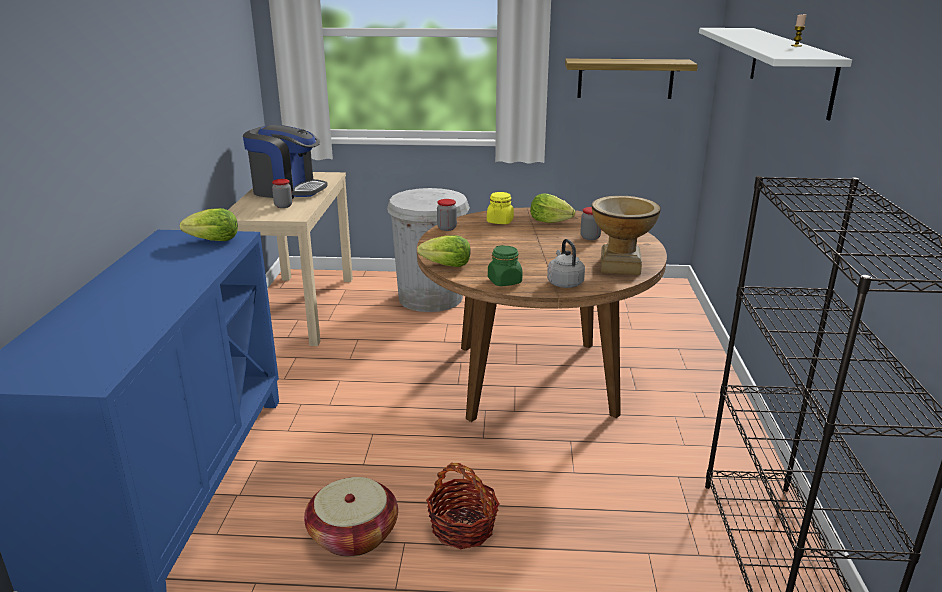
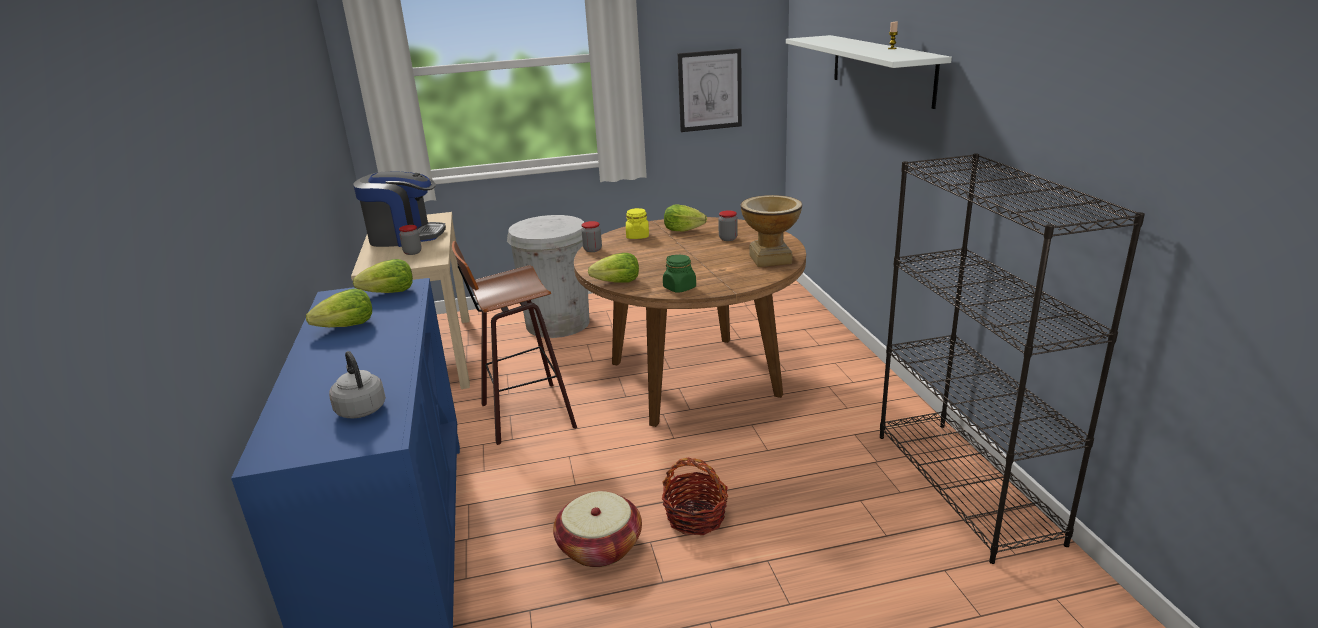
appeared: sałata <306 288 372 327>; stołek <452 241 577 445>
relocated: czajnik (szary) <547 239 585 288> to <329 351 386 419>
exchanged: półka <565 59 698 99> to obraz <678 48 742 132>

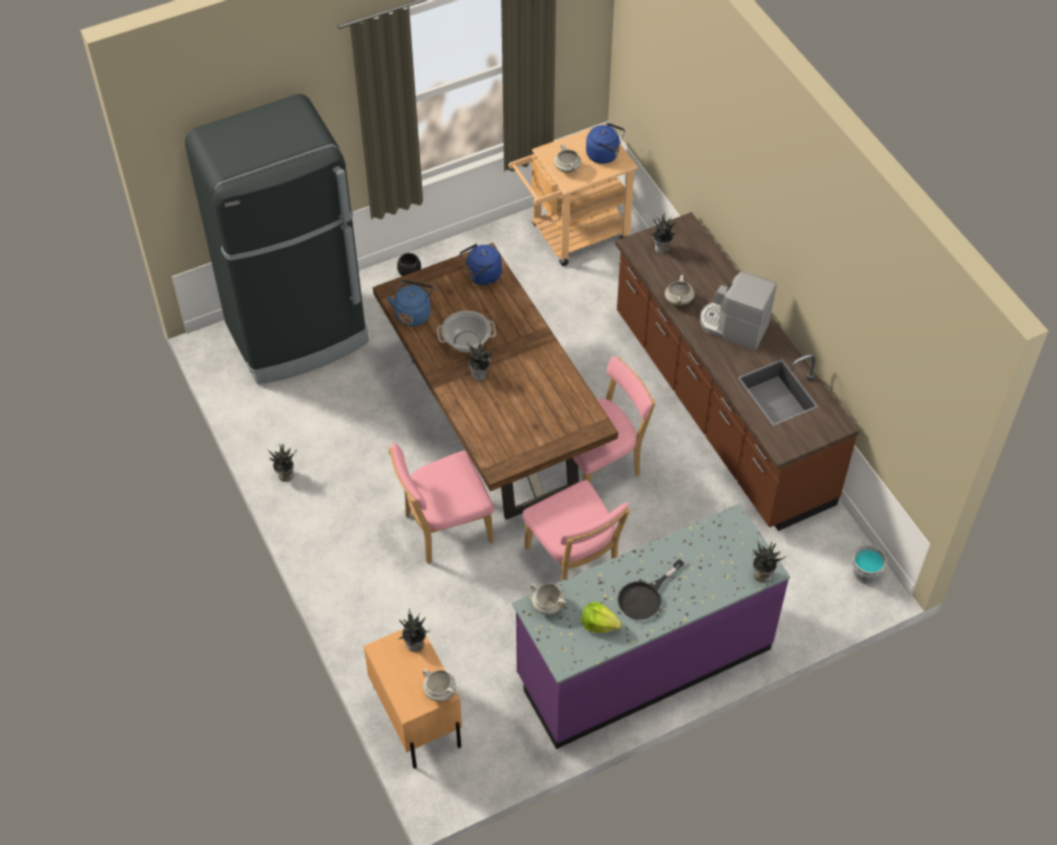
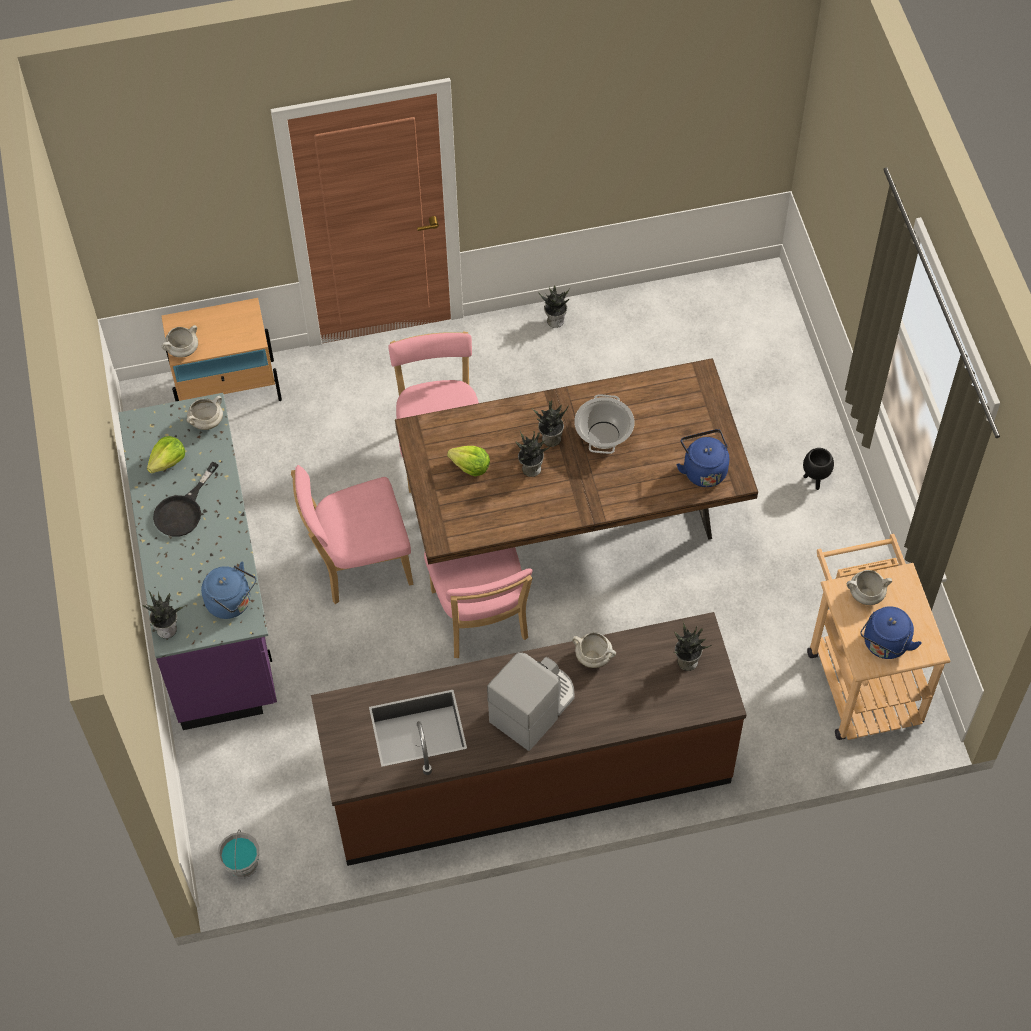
missing: lodówka (czarny) <185 94 369 384>
appeared: sałata <447 446 490 476>
relocated: czajnik (niebieski) <387 280 433 326> to <201 562 256 619>; roślina doniczkowa <397 608 431 652> to <515 431 552 477>
spun: patelnia (czarny) <618 559 684 620> = <153 462 218 537> 120 degrees counterclockwise

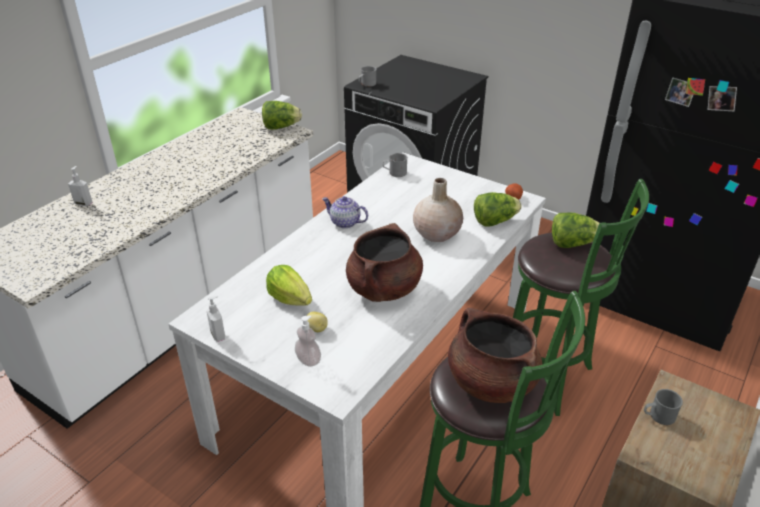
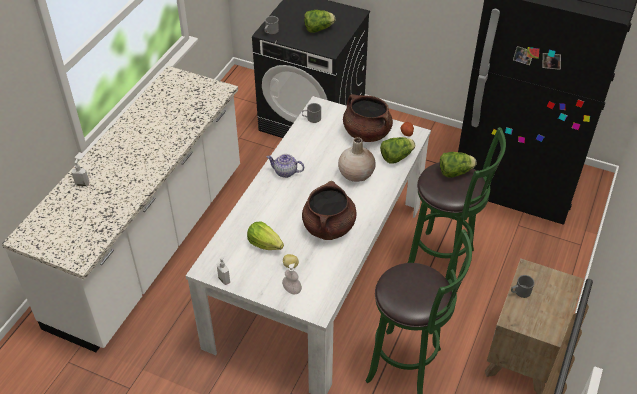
relocated: sałata <262 101 302 130> to <304 10 336 33>; garnek (brązowy) <448 308 543 403> to <343 94 393 142>

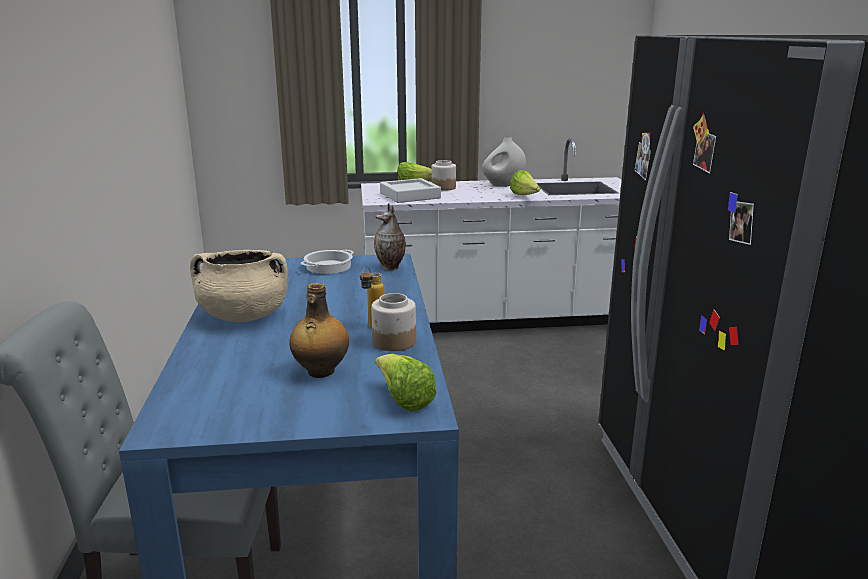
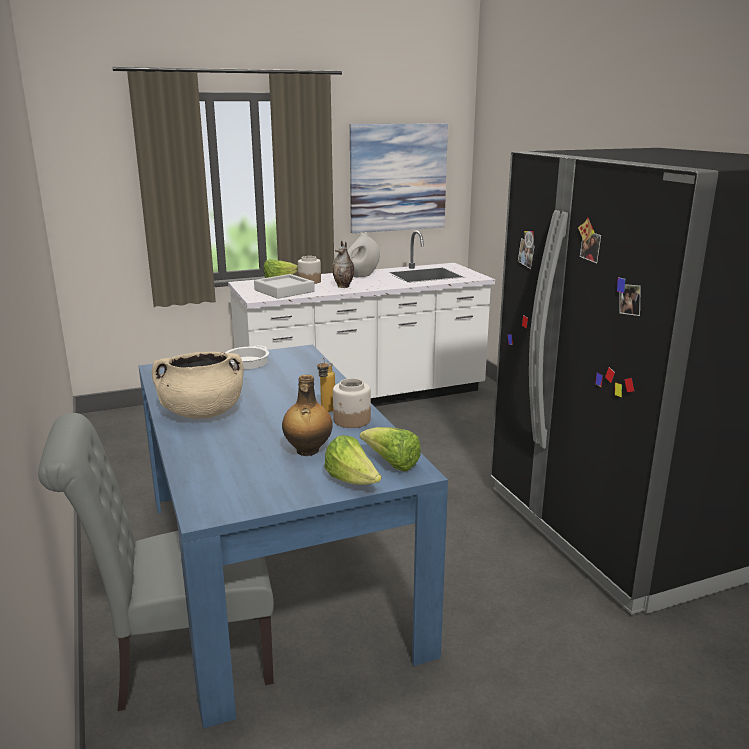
appeared: obraz <350 123 448 233>
relocated: wazon <374 203 406 270> to <332 241 354 288>; sałata <510 170 540 195> to <324 435 381 485>

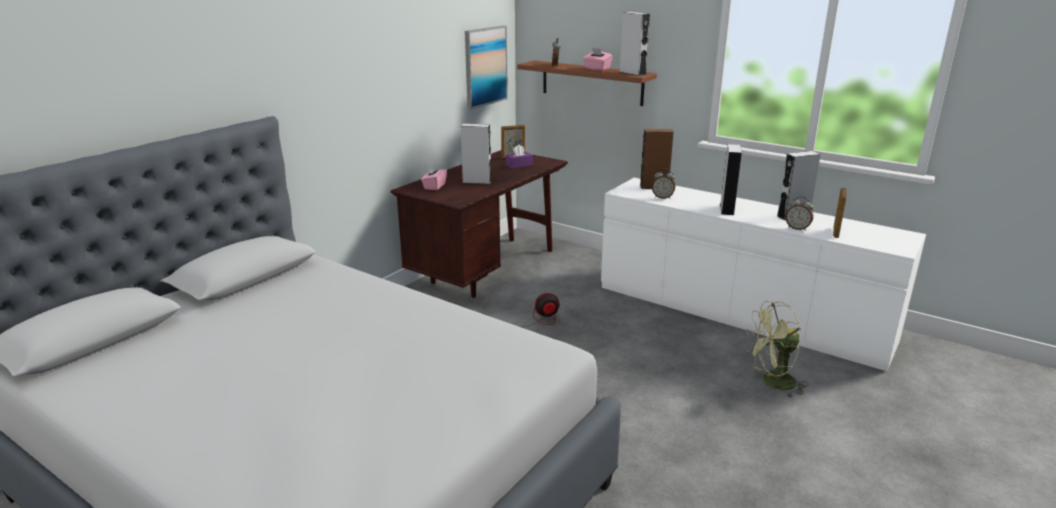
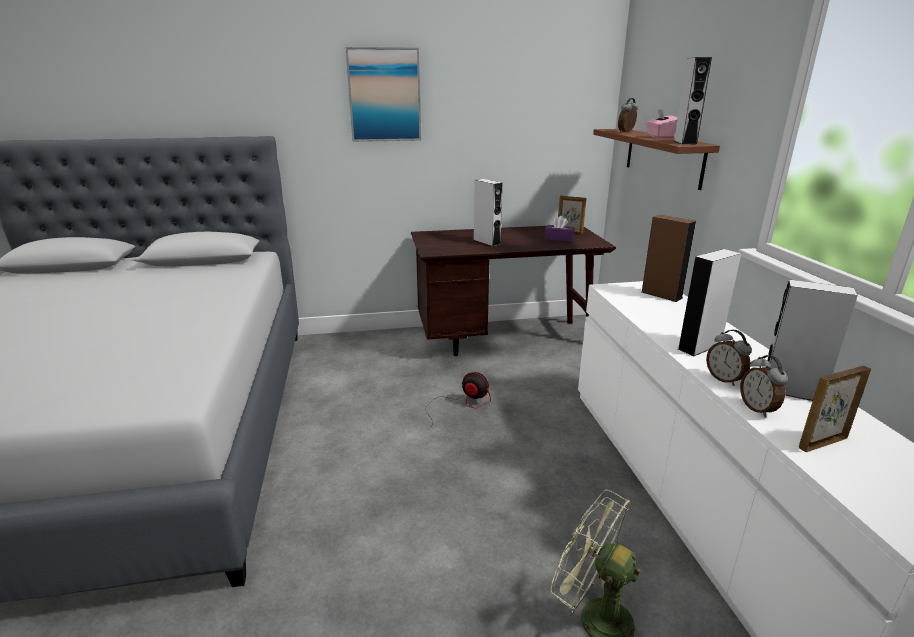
missing: pudełko chusteczek (różowy) <421 164 447 190>
relocated: obraz <465 25 508 109> to <346 47 421 142>; budzik <652 168 675 199> to <706 330 752 386>

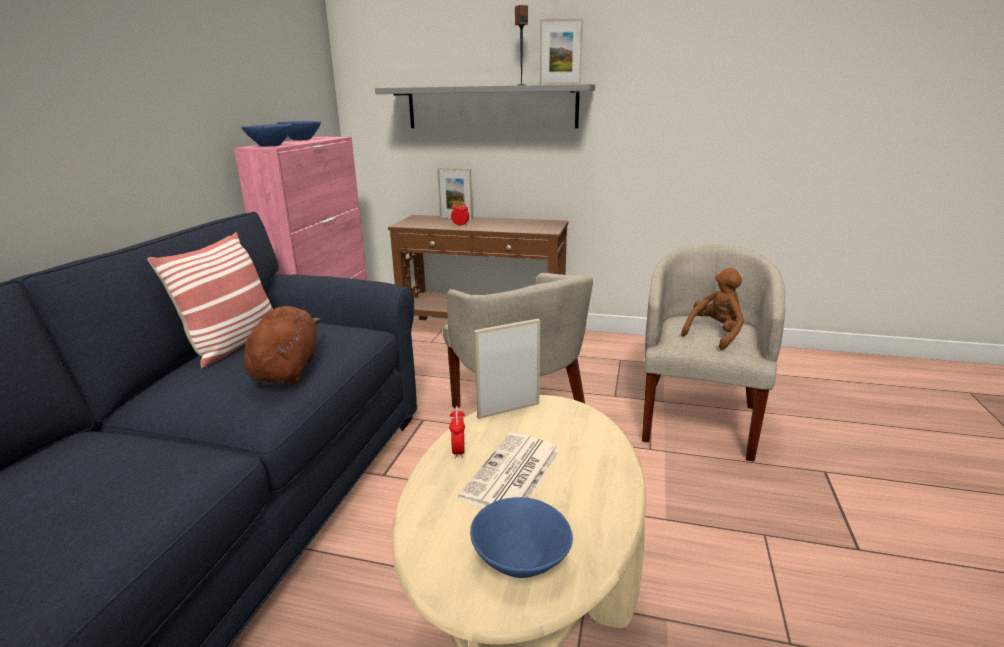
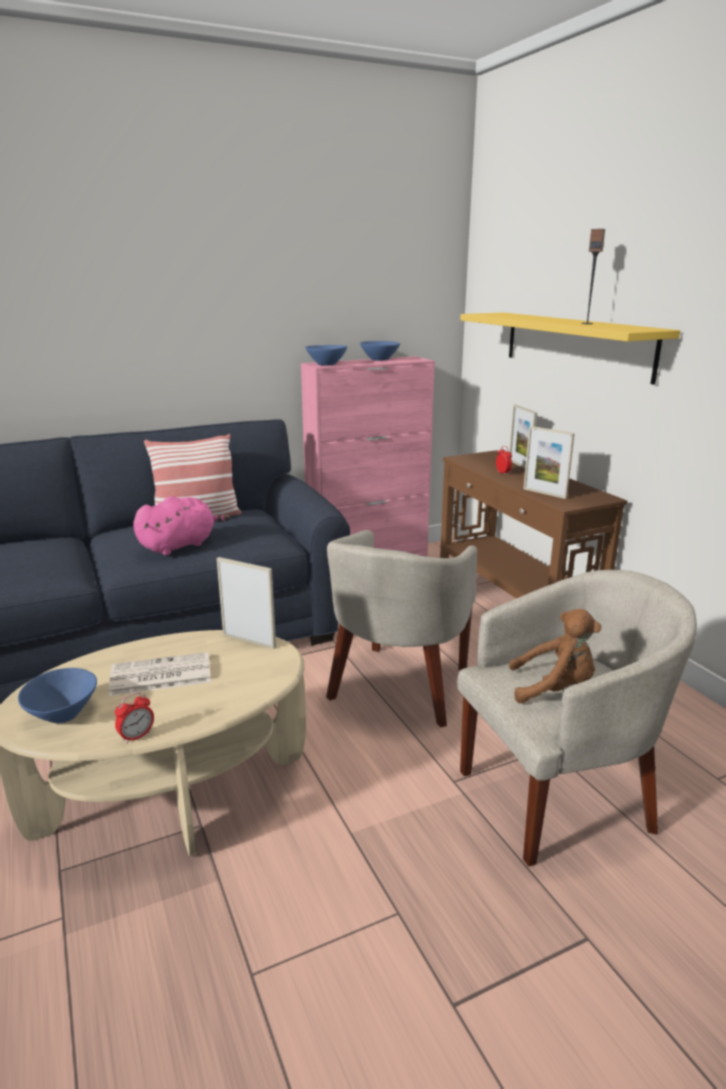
relocated: budzik <449 406 465 459> to <115 692 154 744>; ramka na zdjęcie <540 19 583 85> to <524 426 575 499>
colour: pluszak (brązowy) <243 306 320 385> to pluszak (różowy) <133 496 231 555>; półka (szary) <375 84 595 128> to półka (żółty) <460 313 680 385>

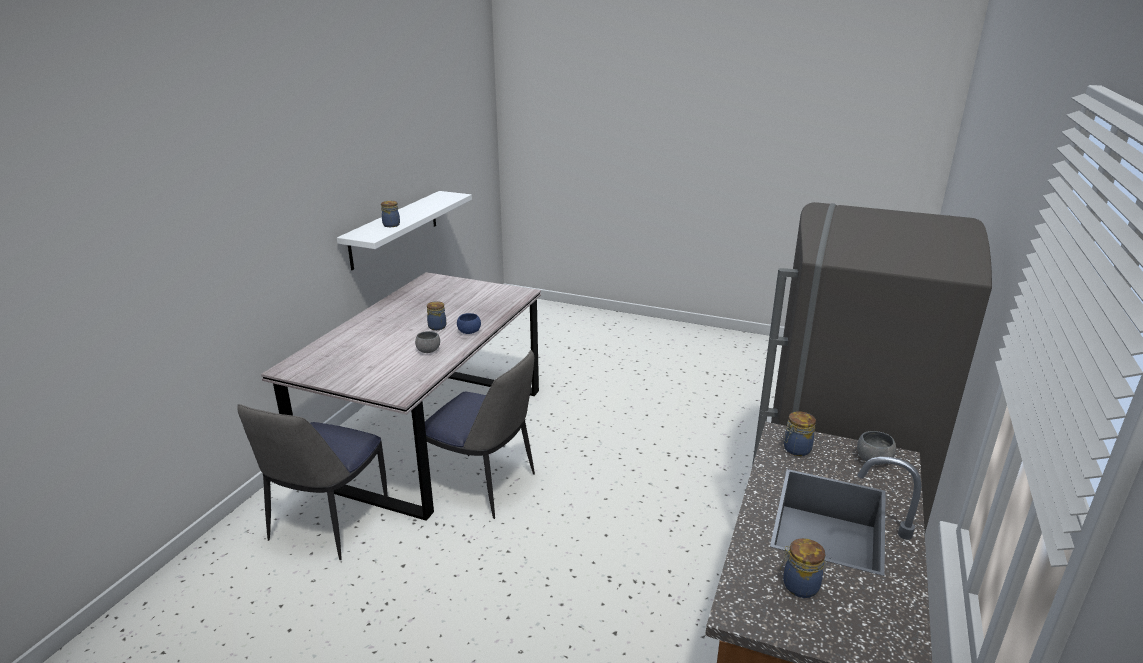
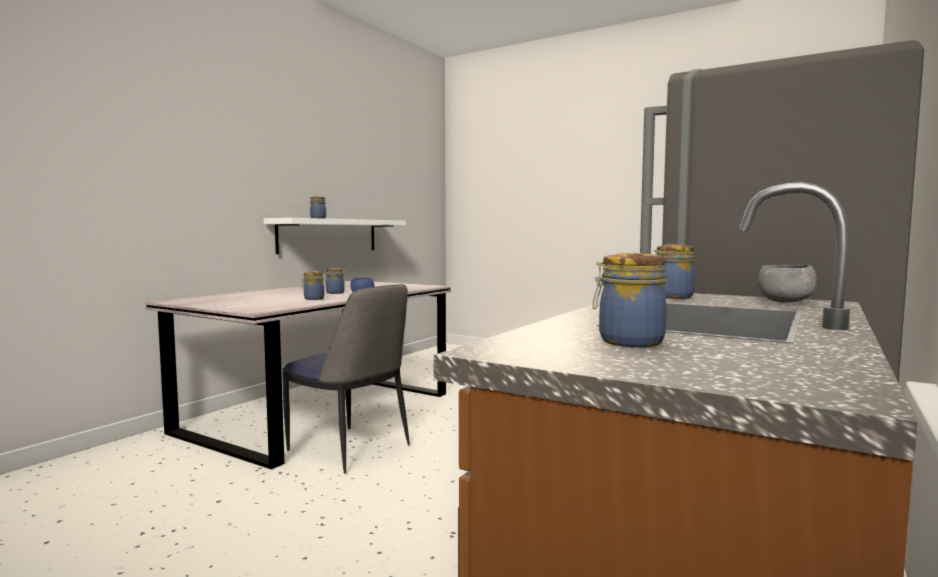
missing: krzesło <237 404 388 560>
exchanged: miska (szary) <415 331 440 353> to słoik <302 271 324 300>

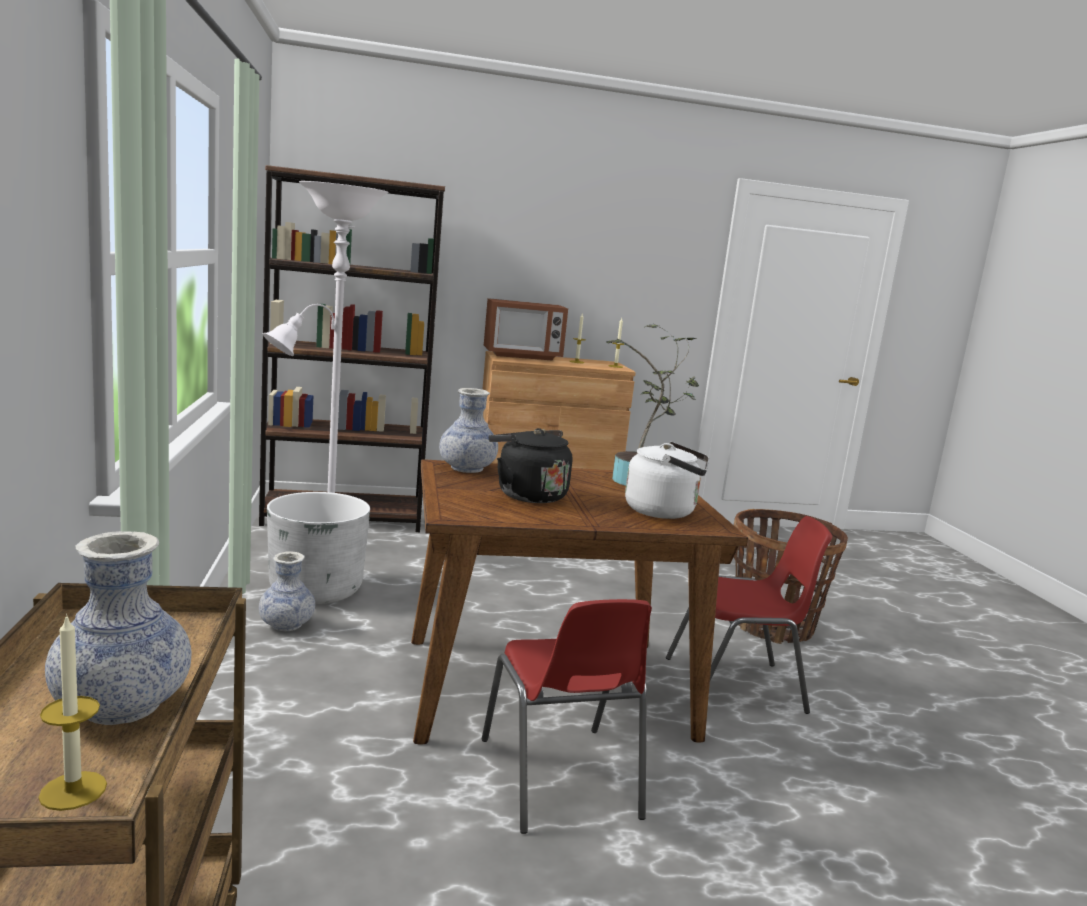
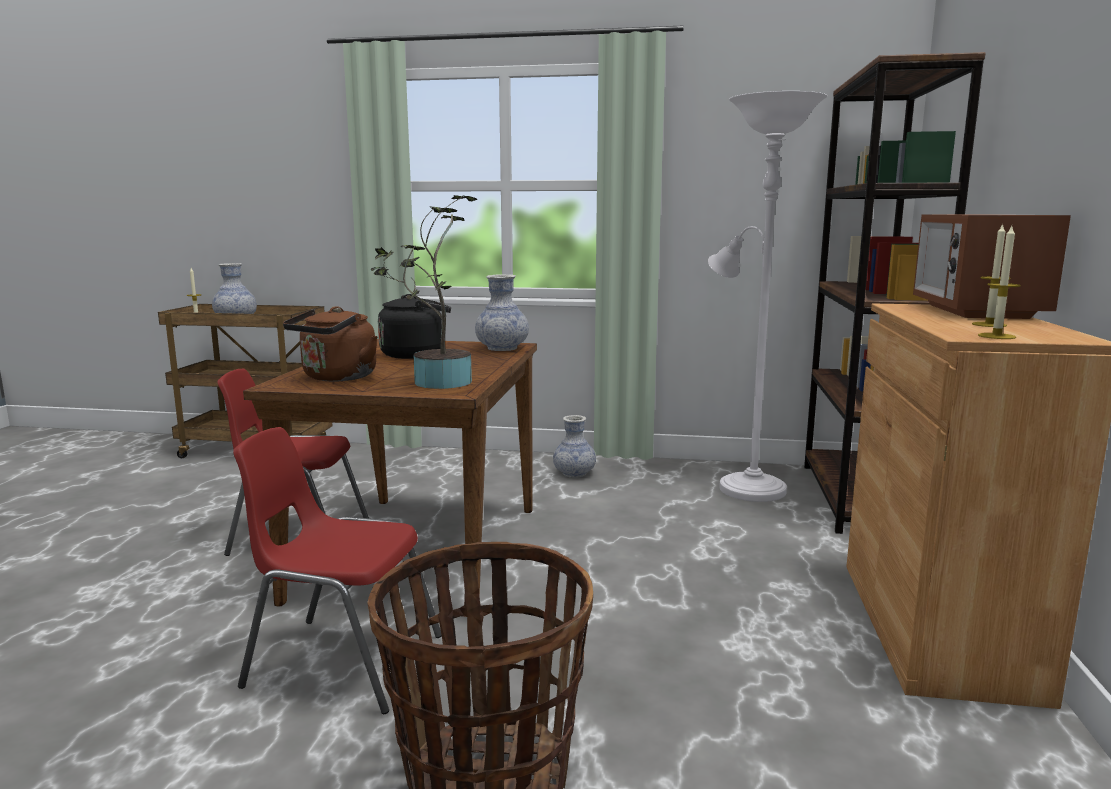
missing: donica (biały) <267 492 370 604>
colour: czajnik (biały) <625 442 709 519> to czajnik (brązowy) <283 306 378 381>
spun: krzesło (czerwony) <666 516 832 714> = <233 427 442 714> 90 degrees clockwise

